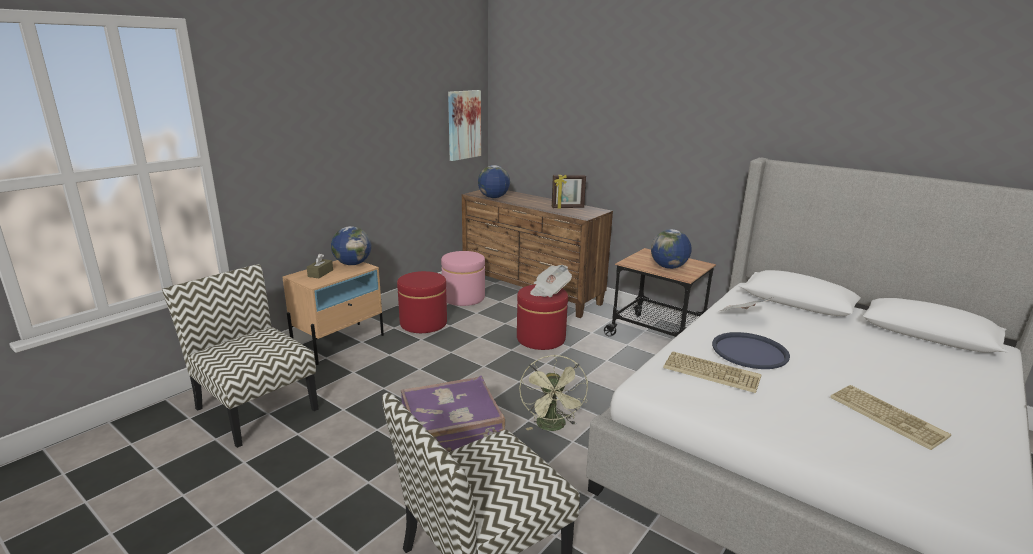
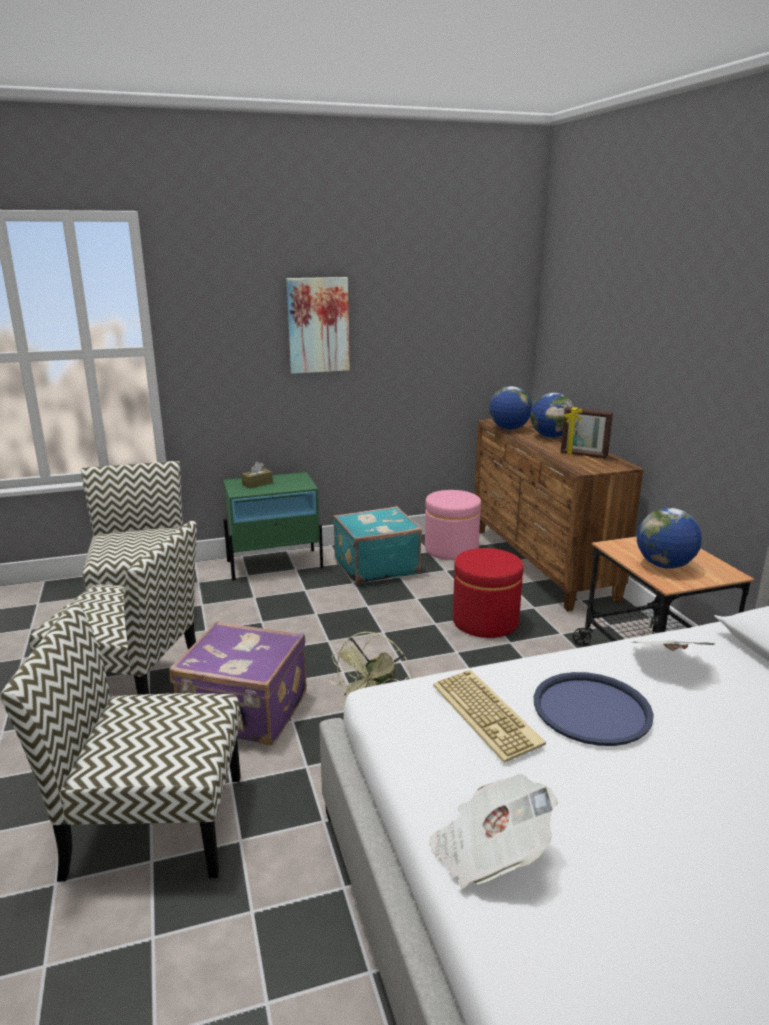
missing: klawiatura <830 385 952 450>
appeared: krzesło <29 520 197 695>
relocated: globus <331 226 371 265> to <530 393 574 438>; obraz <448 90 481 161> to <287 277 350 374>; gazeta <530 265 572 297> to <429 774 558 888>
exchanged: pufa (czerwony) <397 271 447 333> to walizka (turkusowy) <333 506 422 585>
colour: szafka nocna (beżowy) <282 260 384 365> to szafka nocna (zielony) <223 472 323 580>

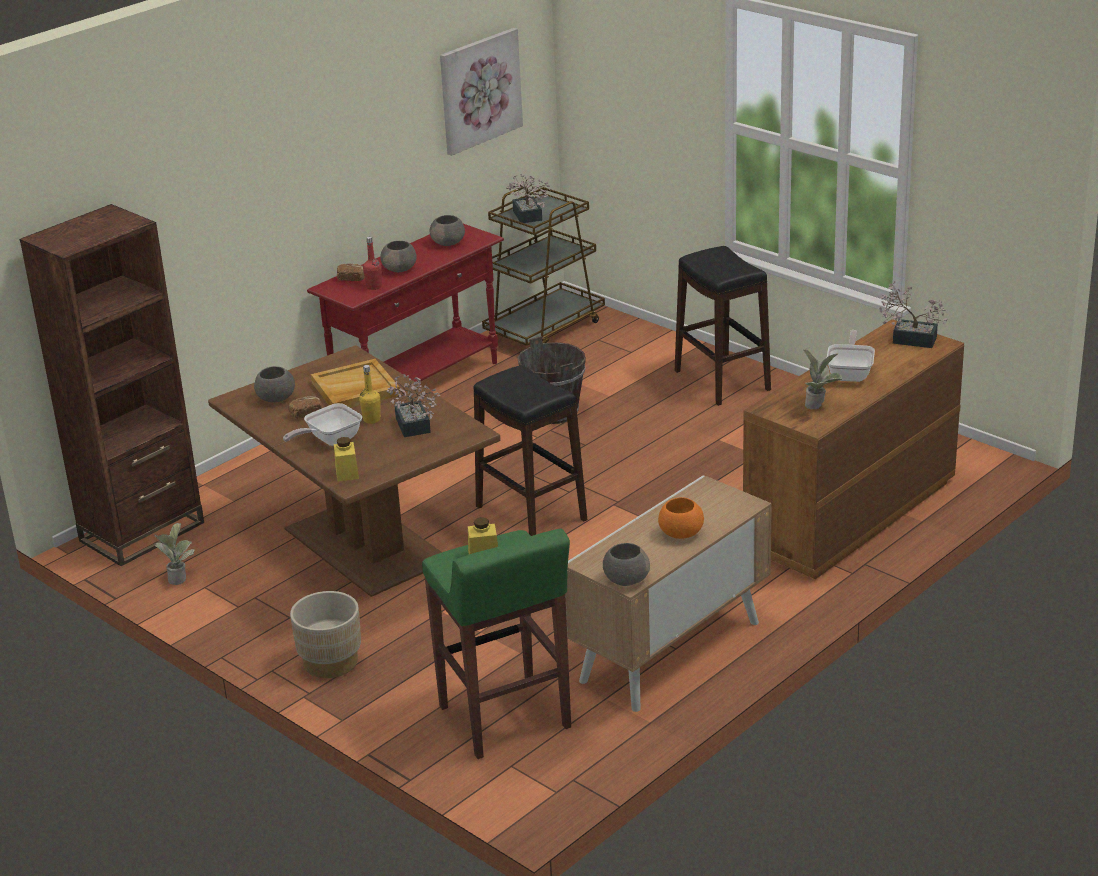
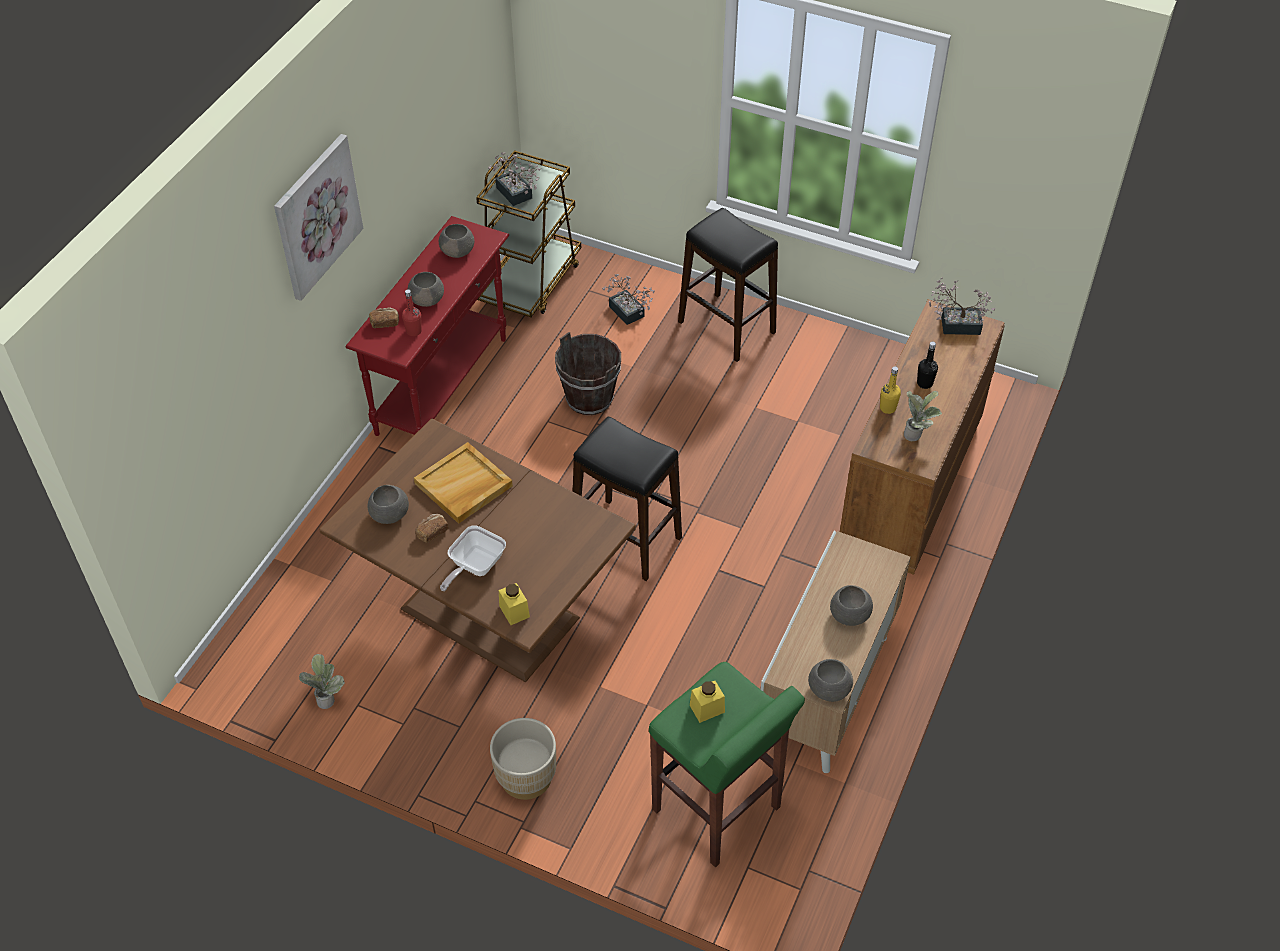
missing: regał (brązowy) <20 204 204 566>
relocated: butelka (żółty) <359 365 381 424> to <880 366 901 414>; roślina doniczkowa <387 374 440 437> to <602 274 655 325>; obraz <440 28 523 156> to <274 134 363 301>
exchanged: patelnia <827 330 875 382> to butelka (czarny) <917 341 938 389>
colour: miska (pomarańczowy) <658 497 704 539> to miska (szary) <830 585 873 626>

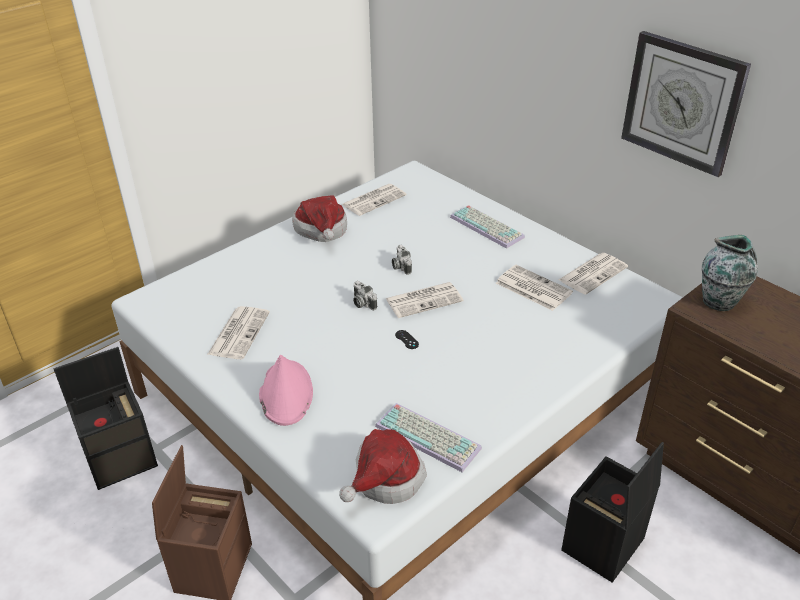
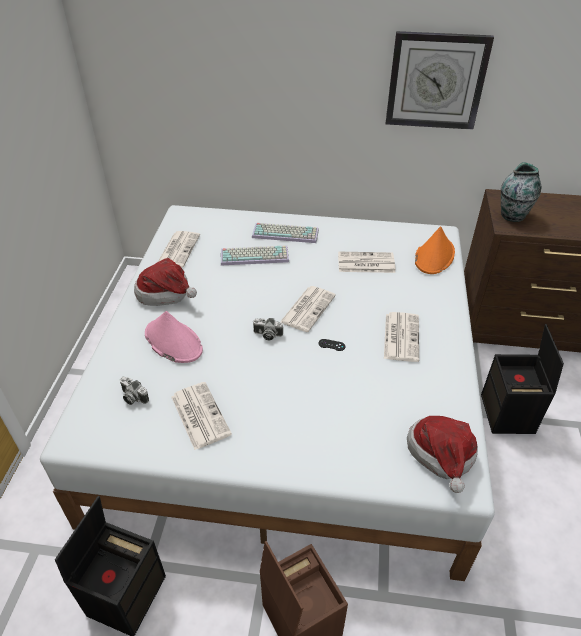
appeared: kapelusz (pomarańczowy) <415 226 455 274>
relocated: kapelusz (różowy) <259 355 313 426> to <145 311 203 363>; klawiatura <375 403 482 472> to <221 246 289 265>; aparat fotograficzny <392 245 412 275> to <120 377 149 405>; gazeta <559 253 628 295> to <384 312 419 362>

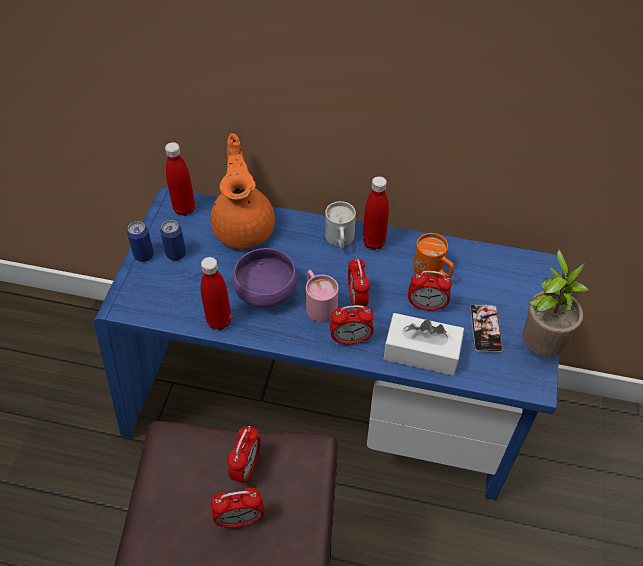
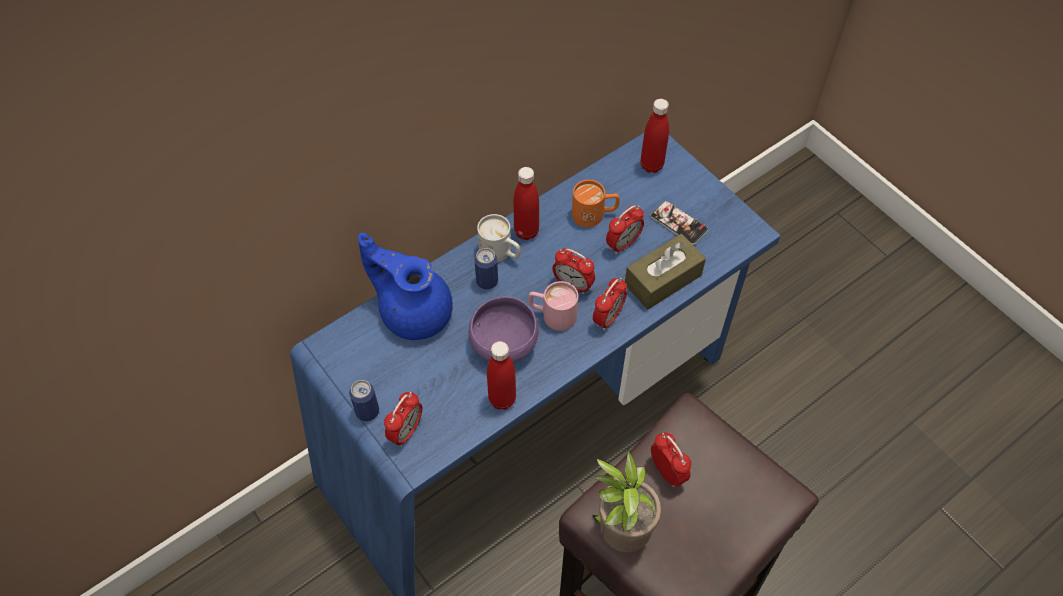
relocated: puszka <160 220 186 261> to <474 248 498 289>; butelka (czerwony) <165 142 195 216> to <640 99 669 173>; budzik <211 488 264 528> to <384 392 422 446>; roślina doniczkowa <522 249 590 356> to <592 450 661 552>
colour: imbryk (pomarańczowy) <211 133 275 249> to imbryk (niebieski) <358 233 453 340>; pudełko chusteczek (biały) <384 313 464 376> to pudełko chusteczek (brązowy) <625 234 706 309>

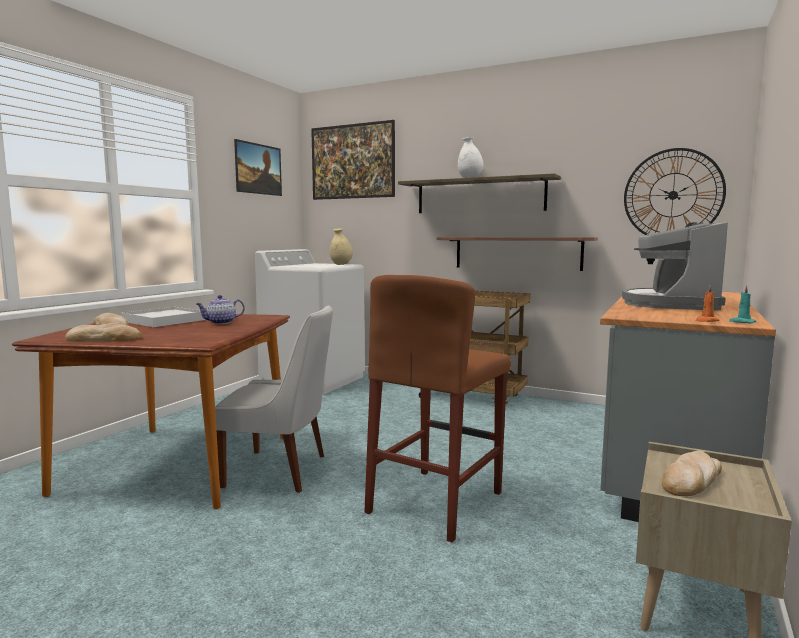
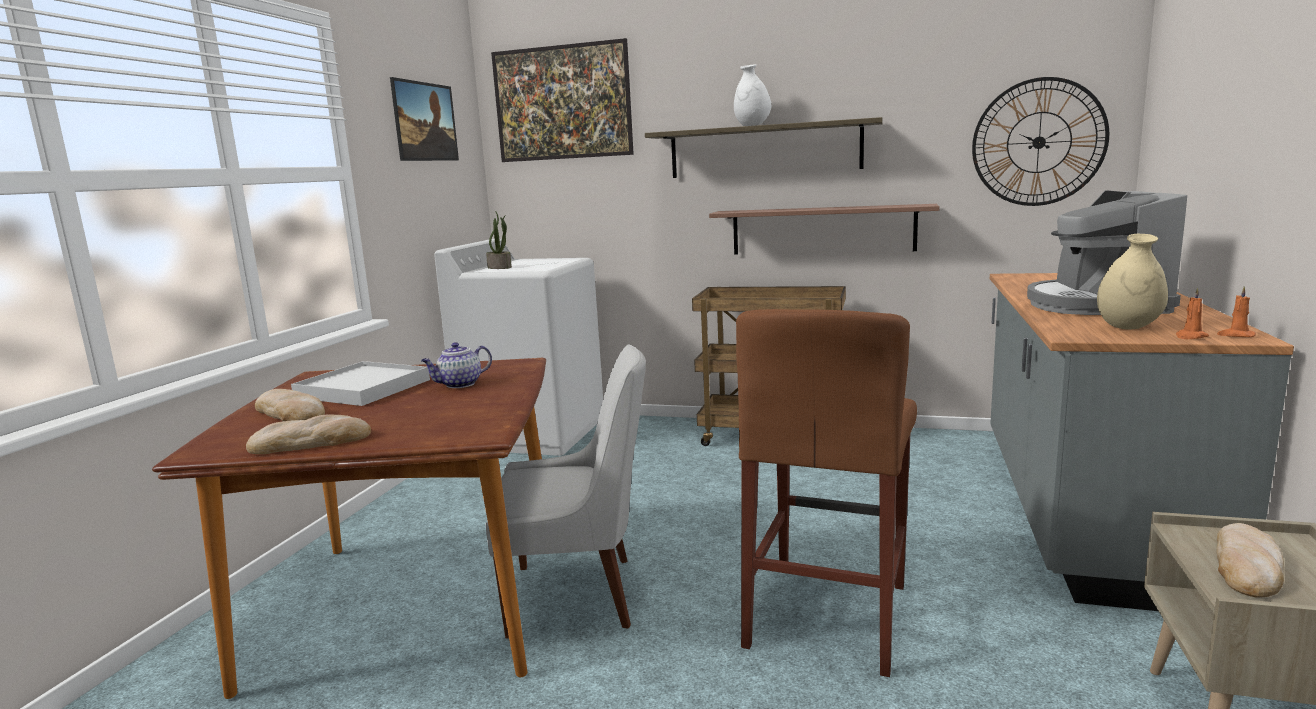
appeared: roślina doniczkowa <486 212 512 269>
relocated: wazon (beżowy) <330 228 353 265> to <1097 234 1168 330>
colour: świeca (turkusowy) <729 285 756 323> to świeca (pomarańczowy) <1217 286 1256 337>

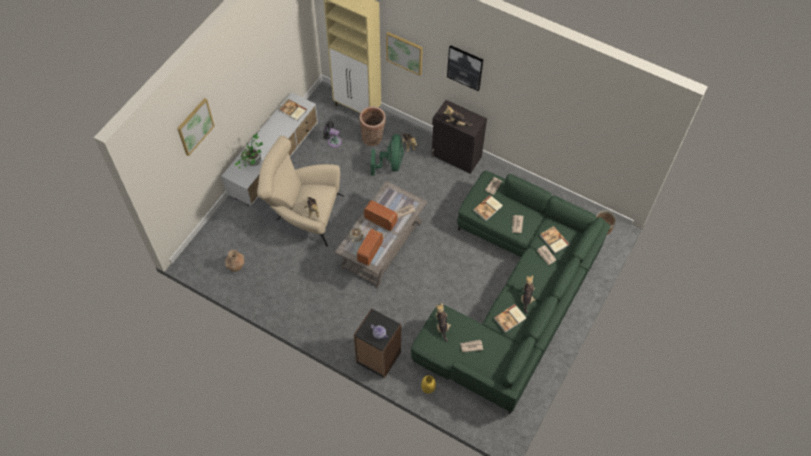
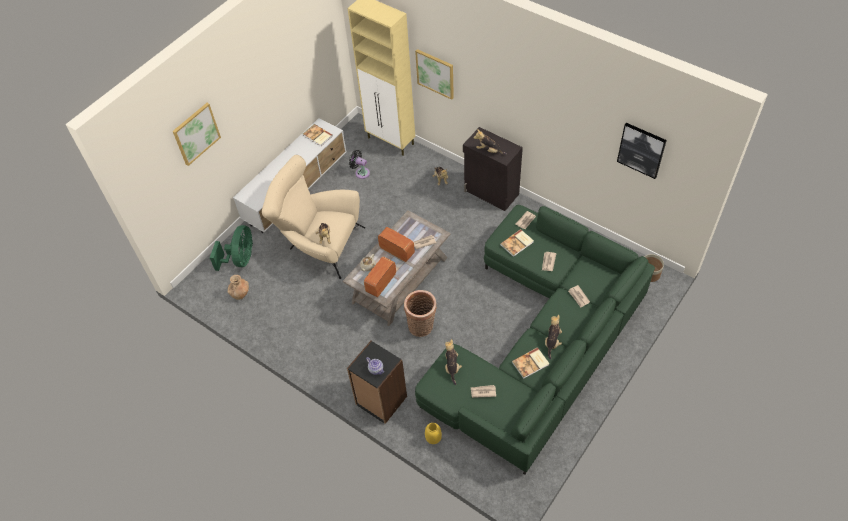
missing: roślina doniczkowa <235 133 263 169>; książka <540 226 570 253>
relocated: koszyk <359 106 386 146> to <404 290 437 337>; wentylator (zielony) <371 134 404 176> to <210 225 253 271>; obraz <447 45 483 91> to <617 123 667 179>

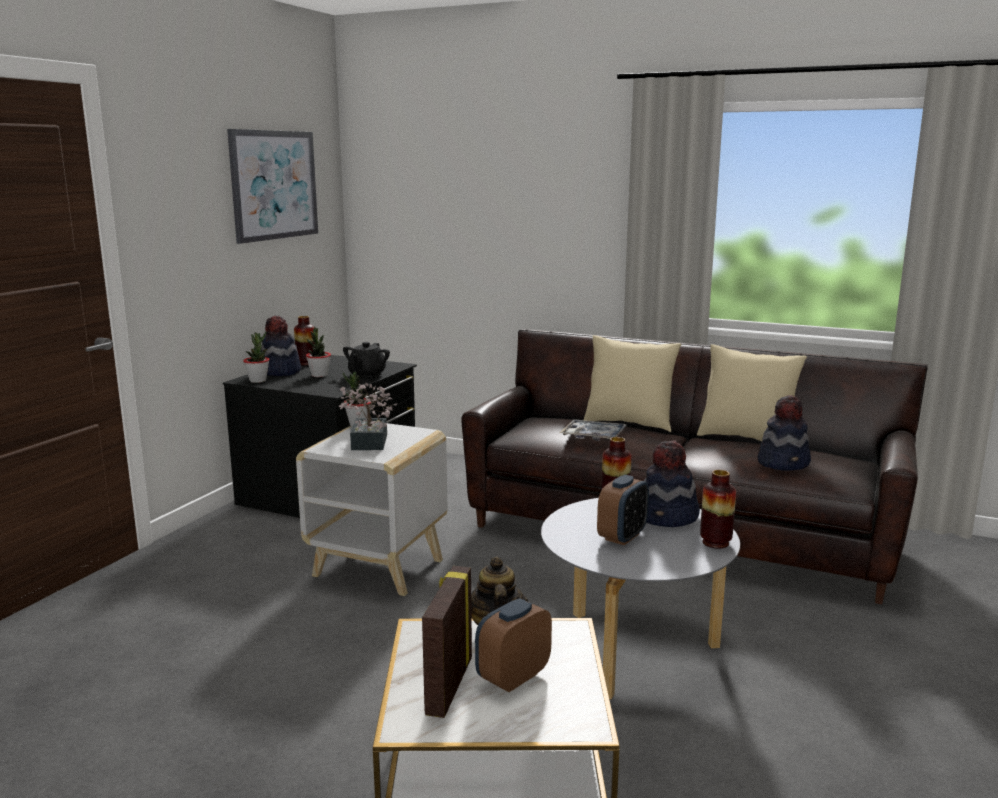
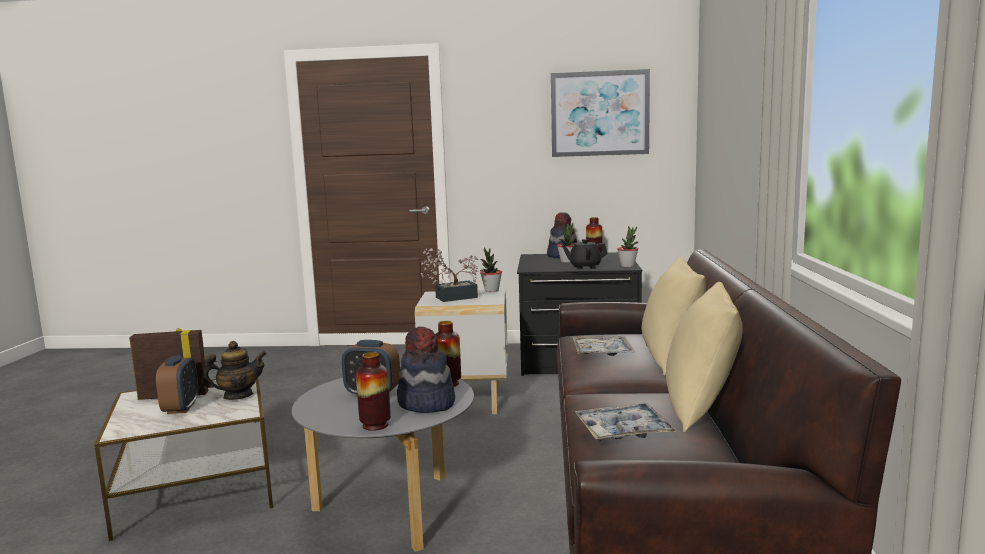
relocated: roślina doniczkowa <243 332 270 383> to <617 226 638 267>
exchanged: kapelusz <757 395 811 471> to taca <575 403 677 441>
spun: budzik <475 599 552 692> = <156 355 198 414> 60 degrees clockwise

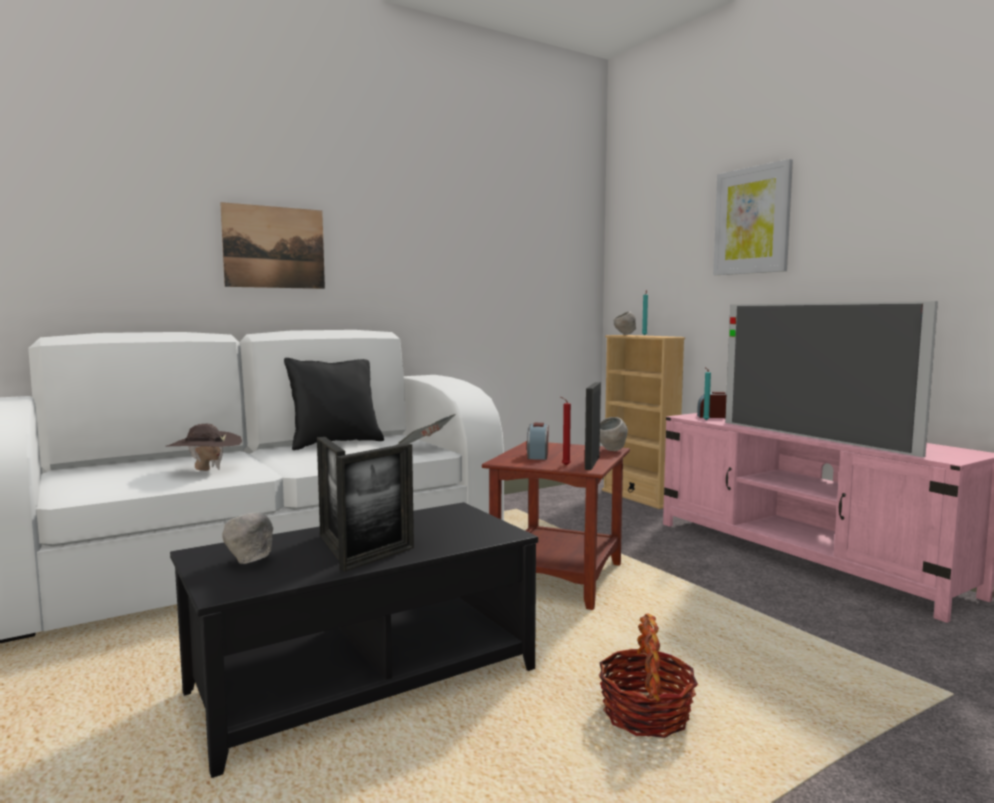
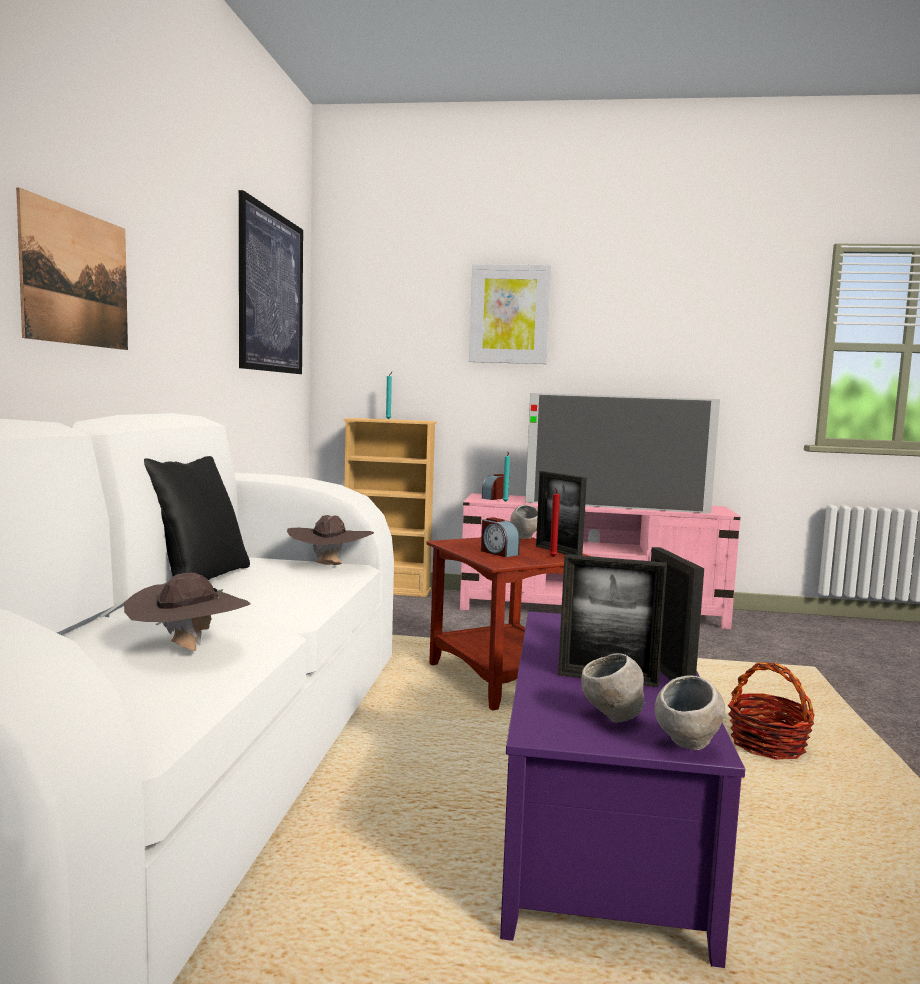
appeared: obraz <239 190 303 374>
relocated: miska (szary) <614 311 637 335> to <655 675 725 751>
exchanged: gazeta <397 414 455 445> to kapelusz (brązowy) <287 515 374 565>
colour: ława (czarny) <170 502 538 778> to ława (fioletowy) <500 611 745 968>

